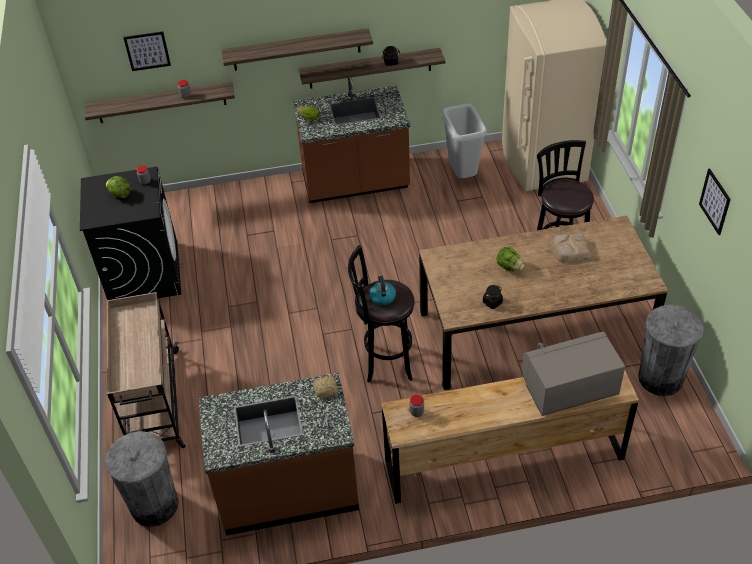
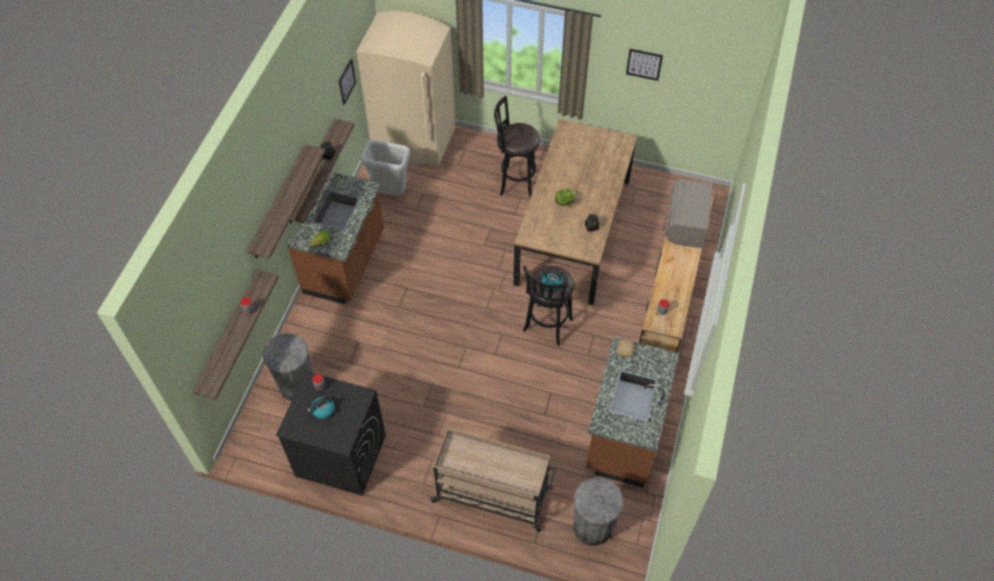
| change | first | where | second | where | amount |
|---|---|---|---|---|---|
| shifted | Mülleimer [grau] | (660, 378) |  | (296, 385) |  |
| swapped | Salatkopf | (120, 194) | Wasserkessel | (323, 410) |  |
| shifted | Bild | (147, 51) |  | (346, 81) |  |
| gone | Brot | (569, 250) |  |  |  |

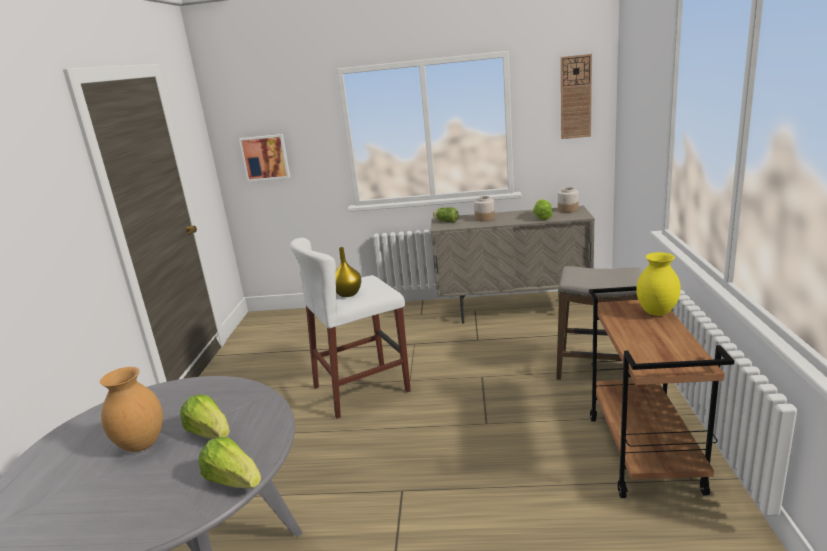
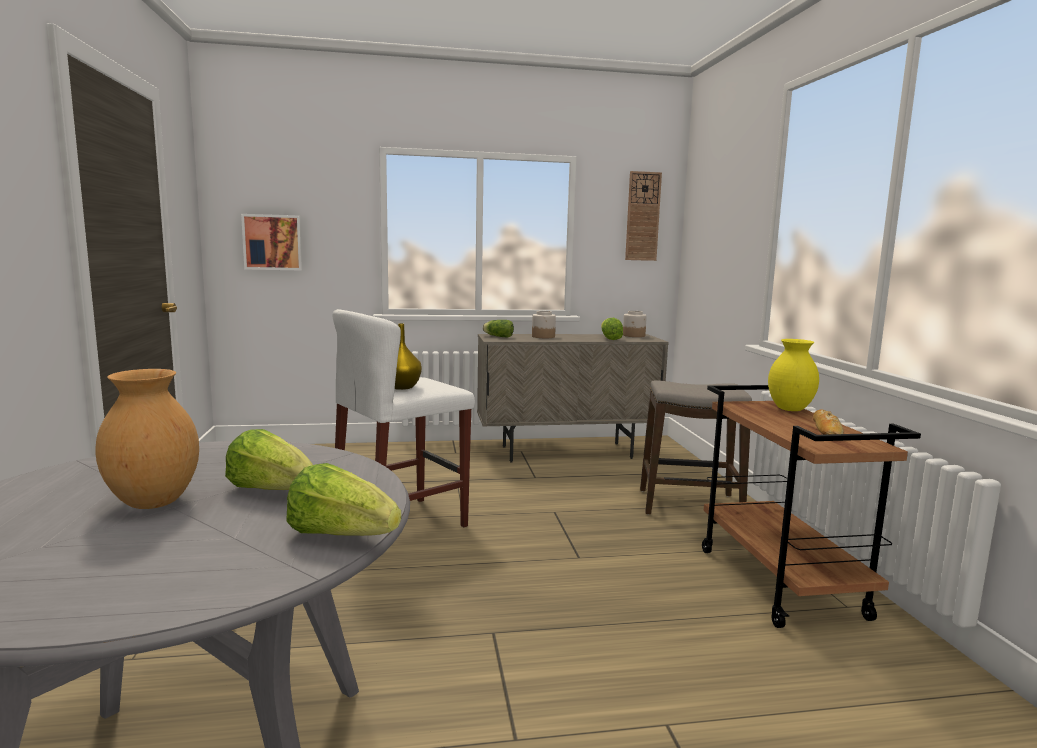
| change | first | where | second | where | amount |
|---|---|---|---|---|---|
| new |  |  | Brot | (826, 429) |  |

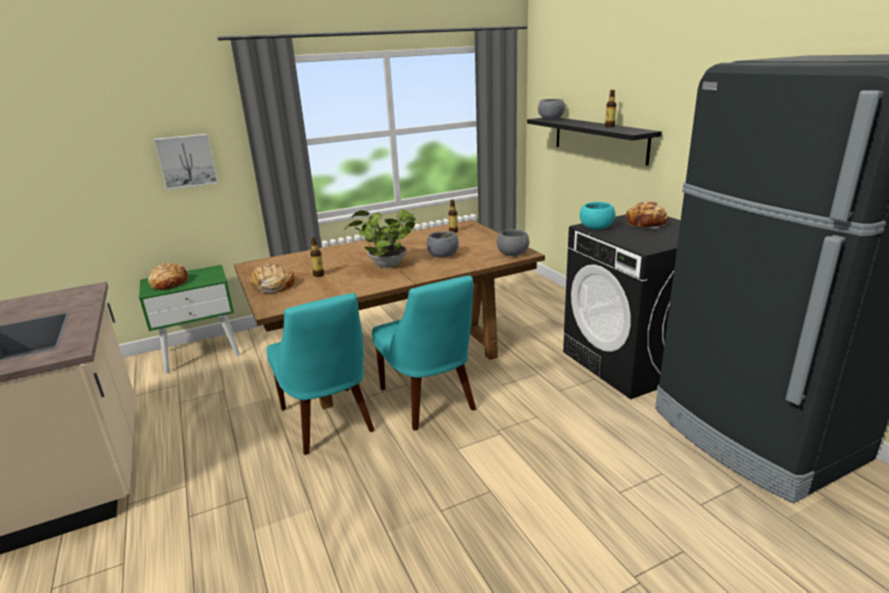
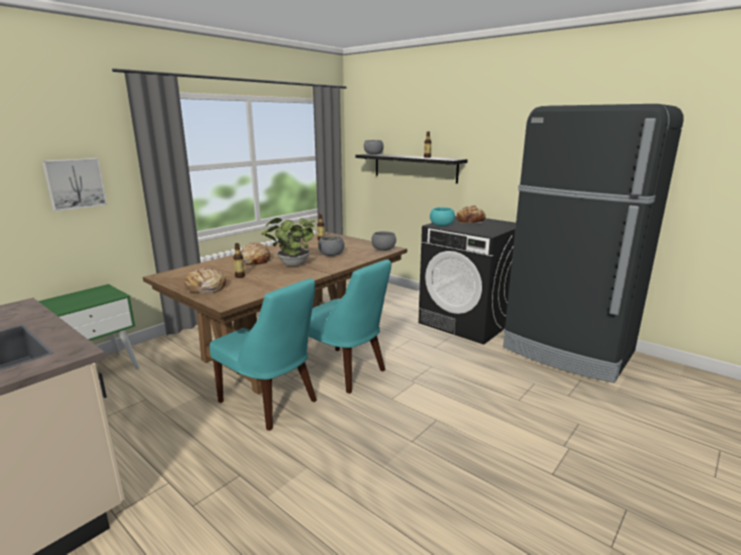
| change | first | where | second | where | amount |
|---|---|---|---|---|---|
| shifted | Brot | (169, 283) |  | (255, 260) |  |

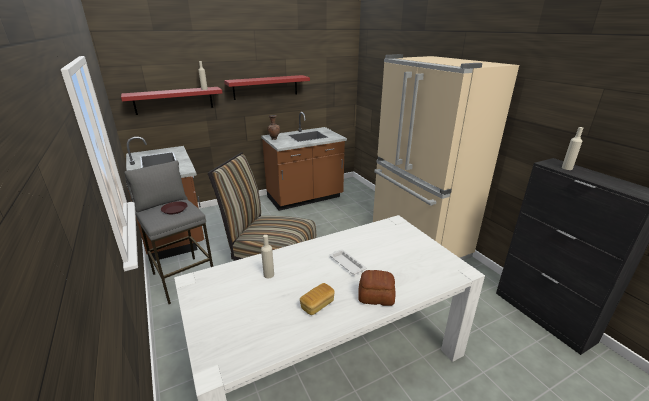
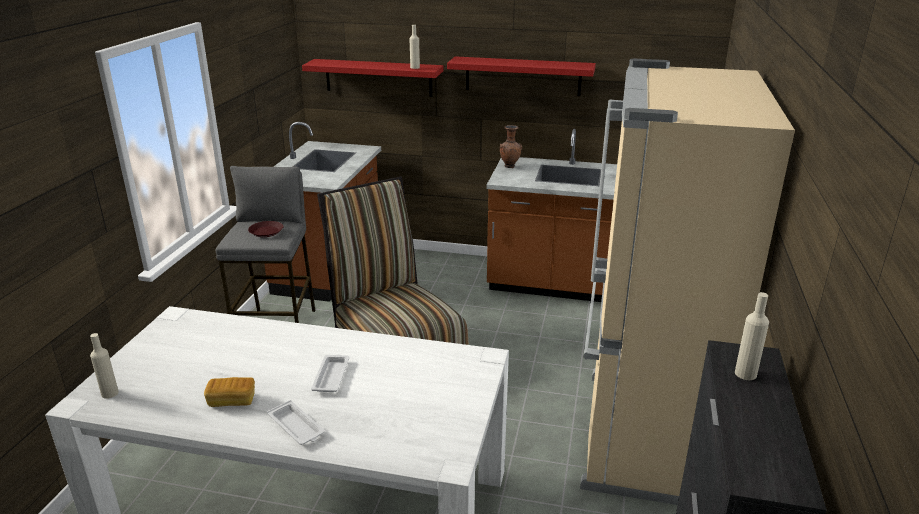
| change | first | where | second | where | amount |
|---|---|---|---|---|---|
| shifted | Flasche [beige] | (269, 275) |  | (110, 393) |  |
| swapped | Brot | (375, 296) | Tablett [weiß] | (296, 427) |  |

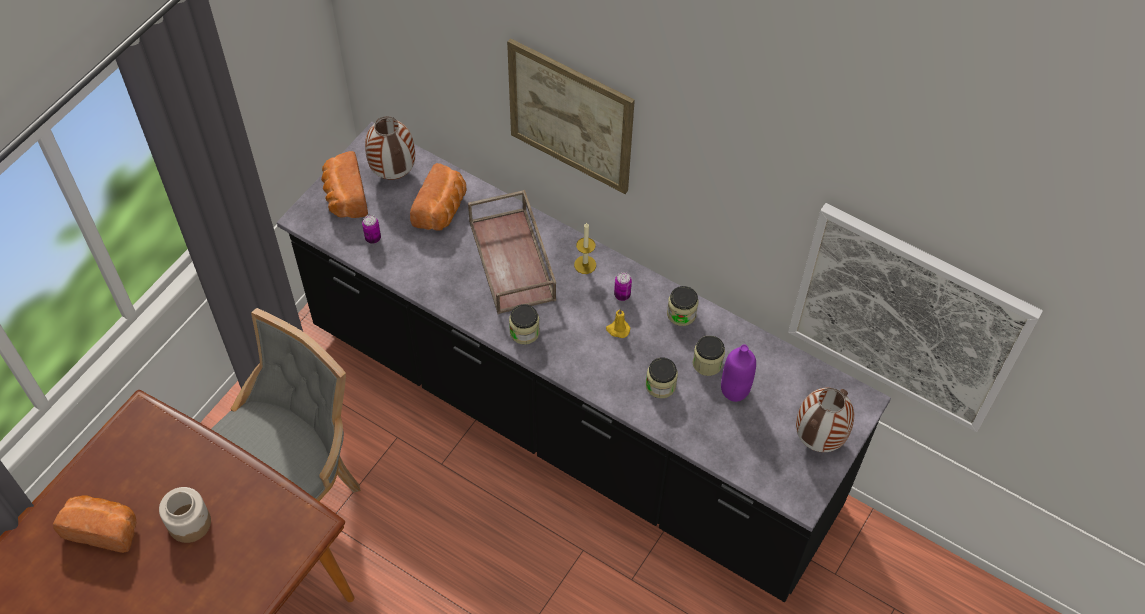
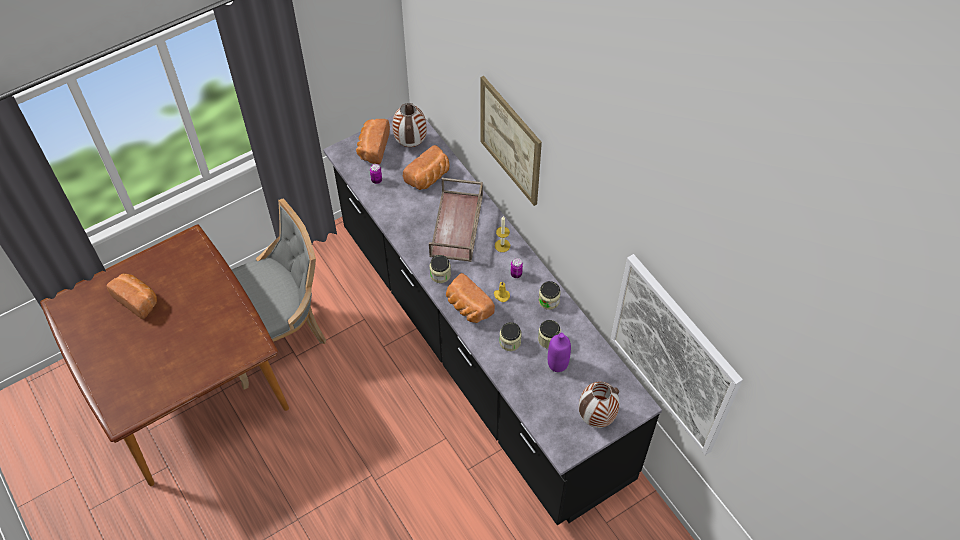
| change | first | where | second | where | amount |
|---|---|---|---|---|---|
| new |  |  | Brot | (467, 307) |  |
| gone | Vorratsglas | (189, 522) |  |  |  |

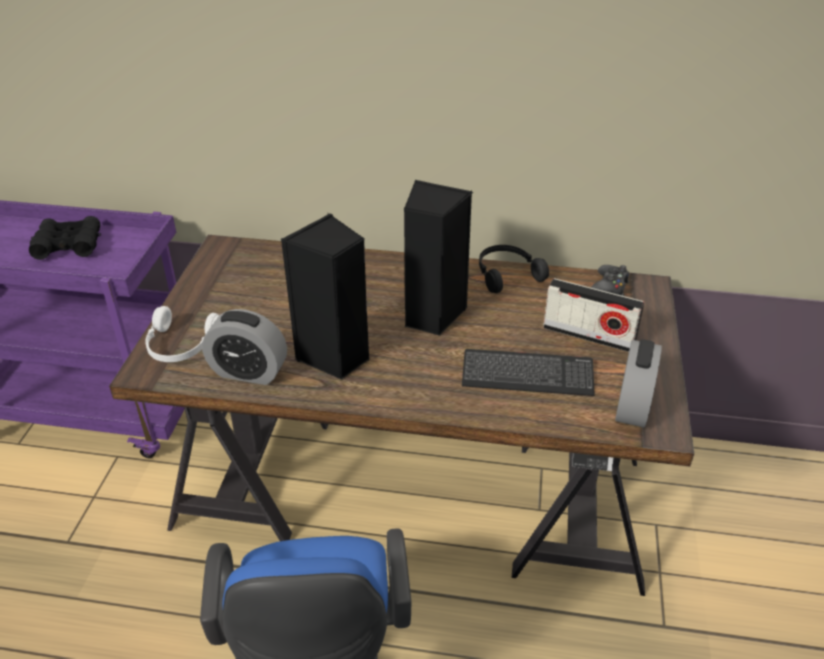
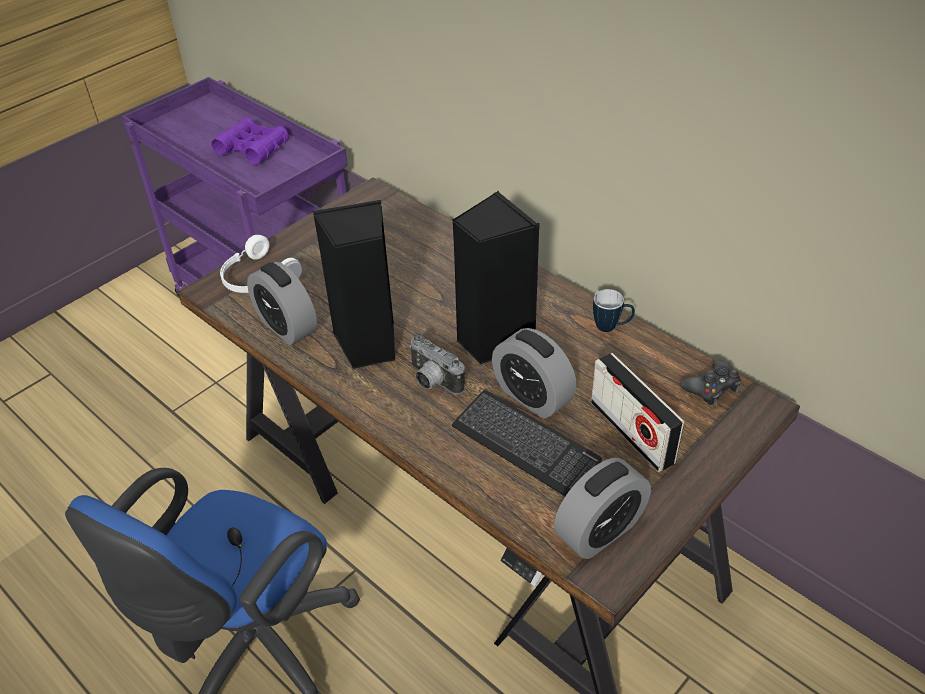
| change | first | where | second | where | amount |
|---|---|---|---|---|---|
| repainted | Fernglas [schwarz] | (68, 245) | Fernglas [lila] | (252, 148) |  |
| new |  |  | Kamera | (432, 381) |  |
| new |  |  | Wecker | (532, 396) |  |
| swapped | Kopfhörer [schwarz] | (506, 274) | Henkelbecher | (611, 327) |  |

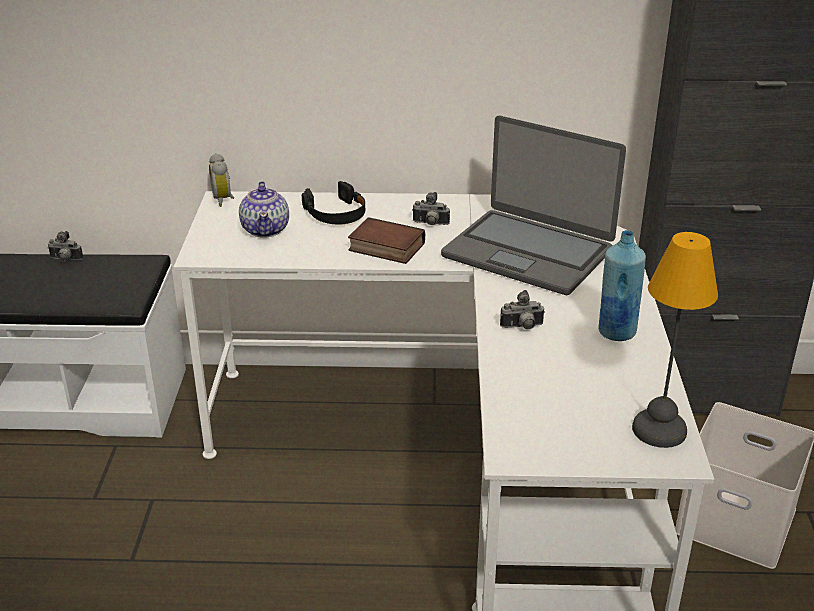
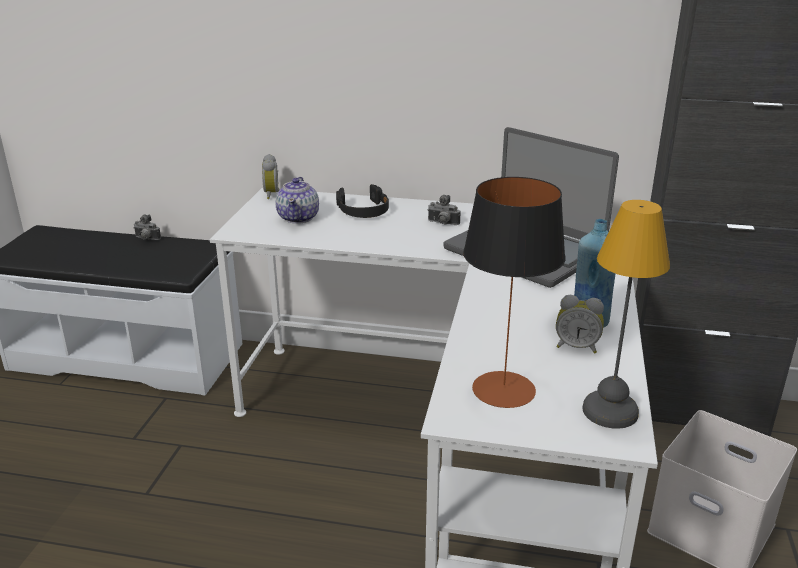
| change | first | where | second | where | amount |
|---|---|---|---|---|---|
| new |  |  | Tischlampe | (503, 389) |  |
| new |  |  | Wecker | (576, 347) |  |
| gone | Buch | (384, 248) |  |  |  |
| gone | Kamera | (522, 327) |  |  |  |

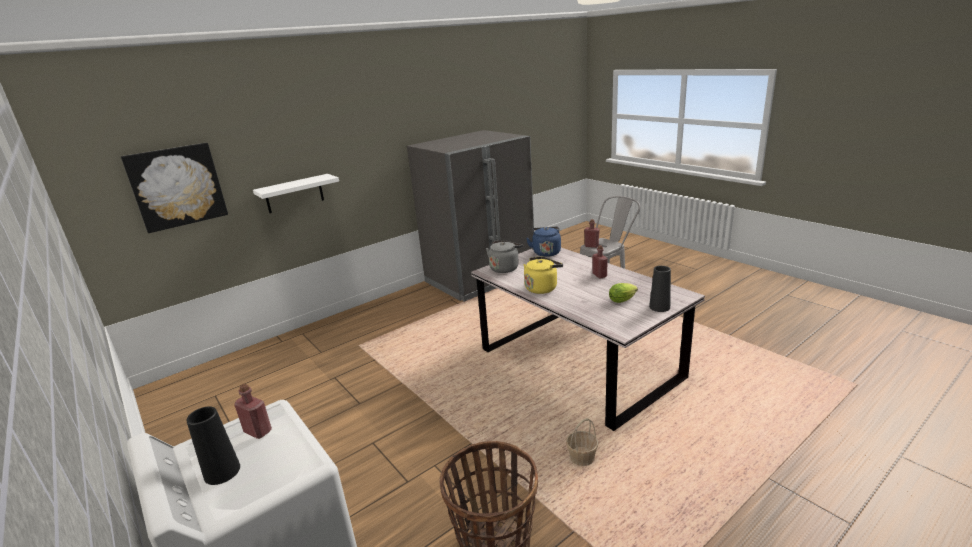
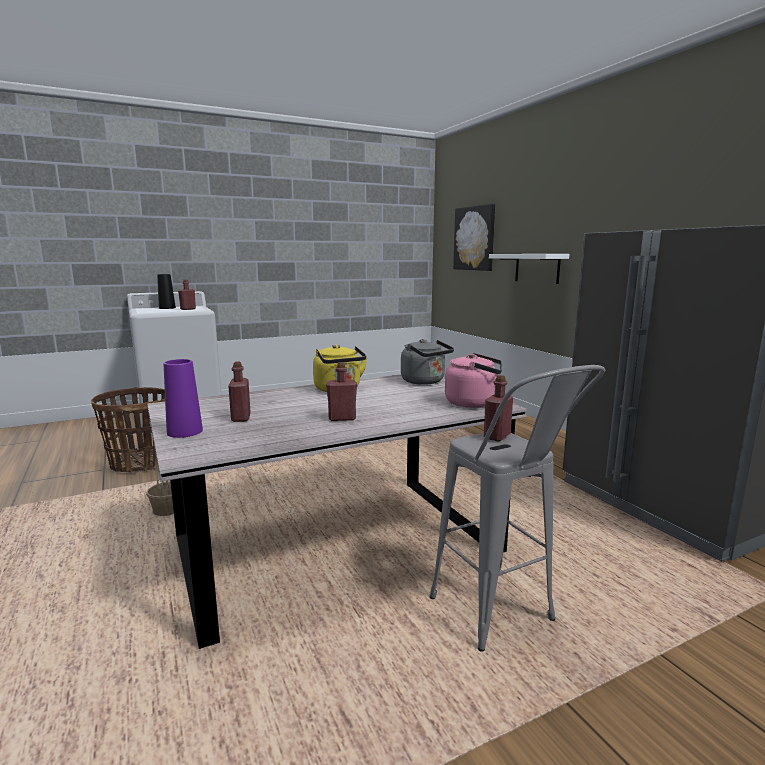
| change | first | where | second | where | amount |
|---|---|---|---|---|---|
| repainted | Vase [schwarz] | (659, 307) | Vase [lila] | (185, 431) |  |
| swapped | Salatkopf | (623, 300) | Flasche [rot] | (241, 418) |  |
| repainted | Wasserkessel [blau] | (546, 252) | Wasserkessel [rosa] | (474, 403) |  |

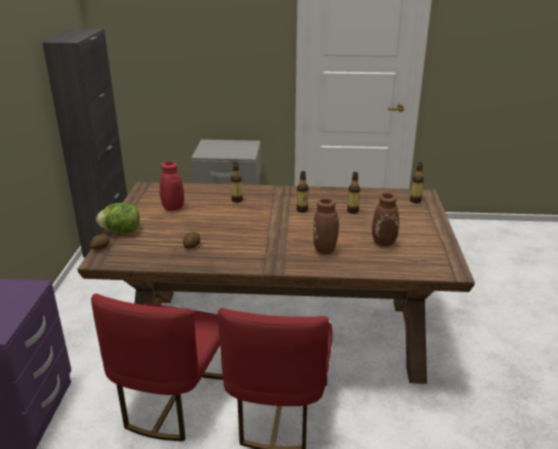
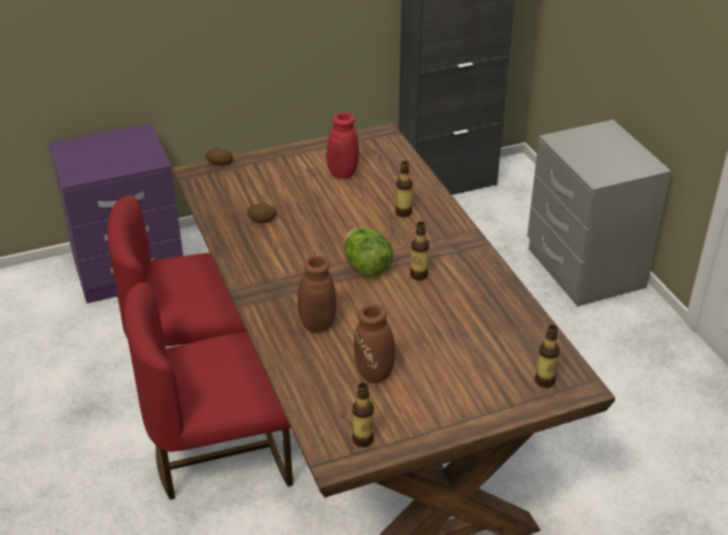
| change | first | where | second | where | amount |
|---|---|---|---|---|---|
| shifted | Salatkopf | (121, 231) |  | (366, 267) |  |
| shifted | Flasche | (352, 211) |  | (363, 440) |  |

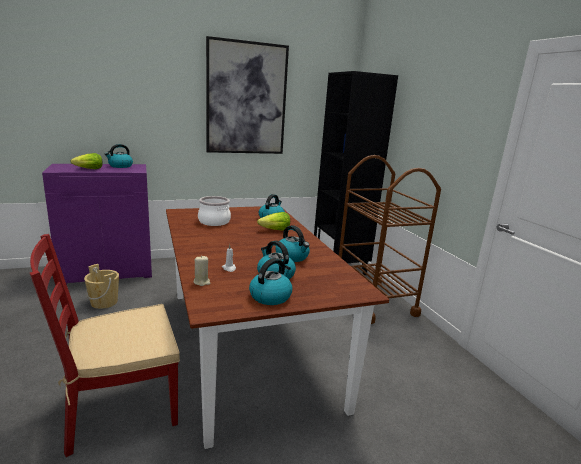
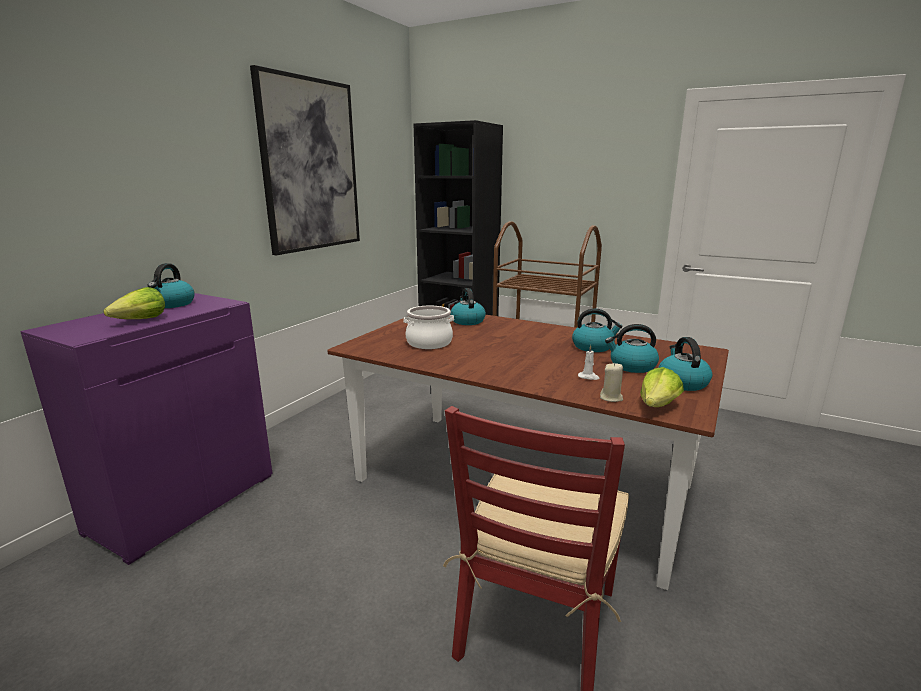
| change | first | where | second | where | amount |
|---|---|---|---|---|---|
| shifted | Salatkopf | (275, 230) |  | (658, 406) |  |
| gone | Eimer [beige] | (104, 302) |  |  |  |

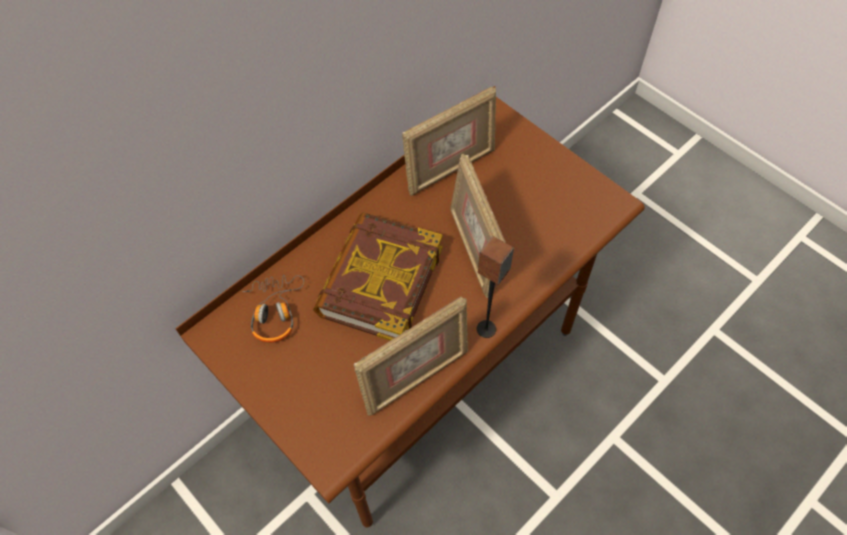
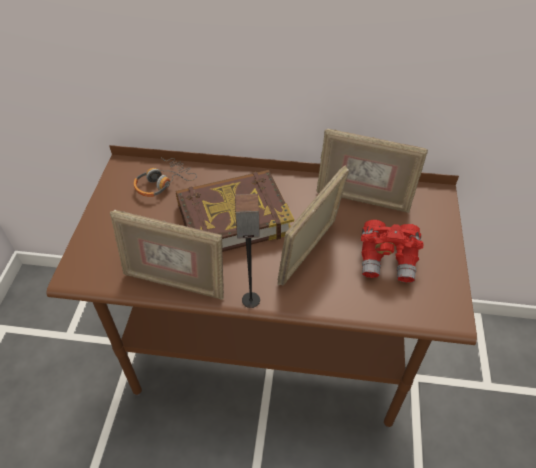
| change | first | where | second | where | amount |
|---|---|---|---|---|---|
| new |  |  | Fernglas [rot] | (388, 260) |  |

